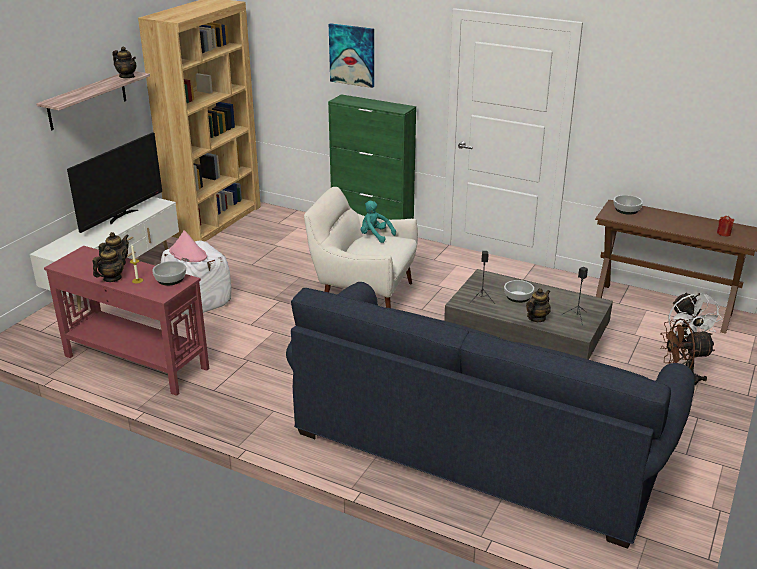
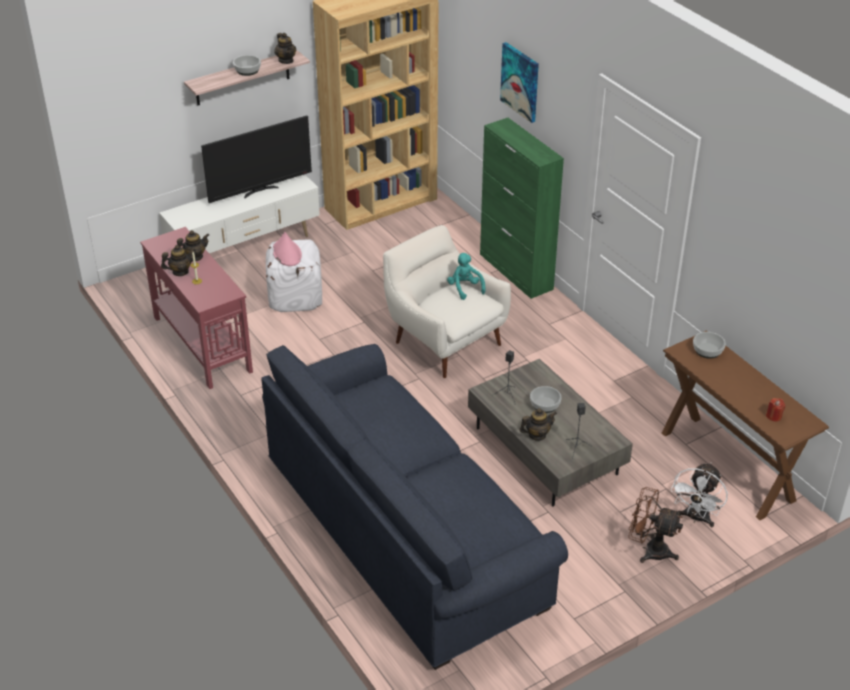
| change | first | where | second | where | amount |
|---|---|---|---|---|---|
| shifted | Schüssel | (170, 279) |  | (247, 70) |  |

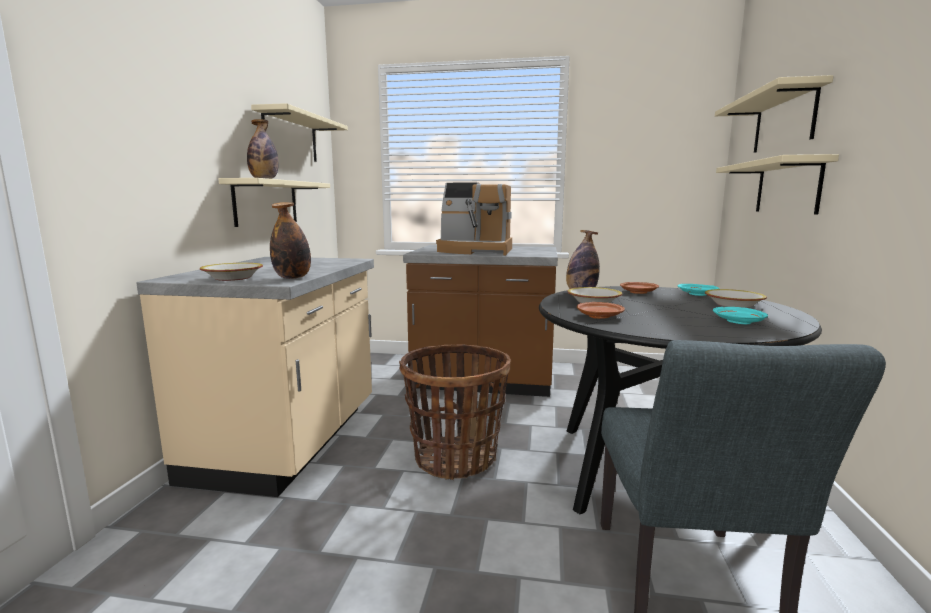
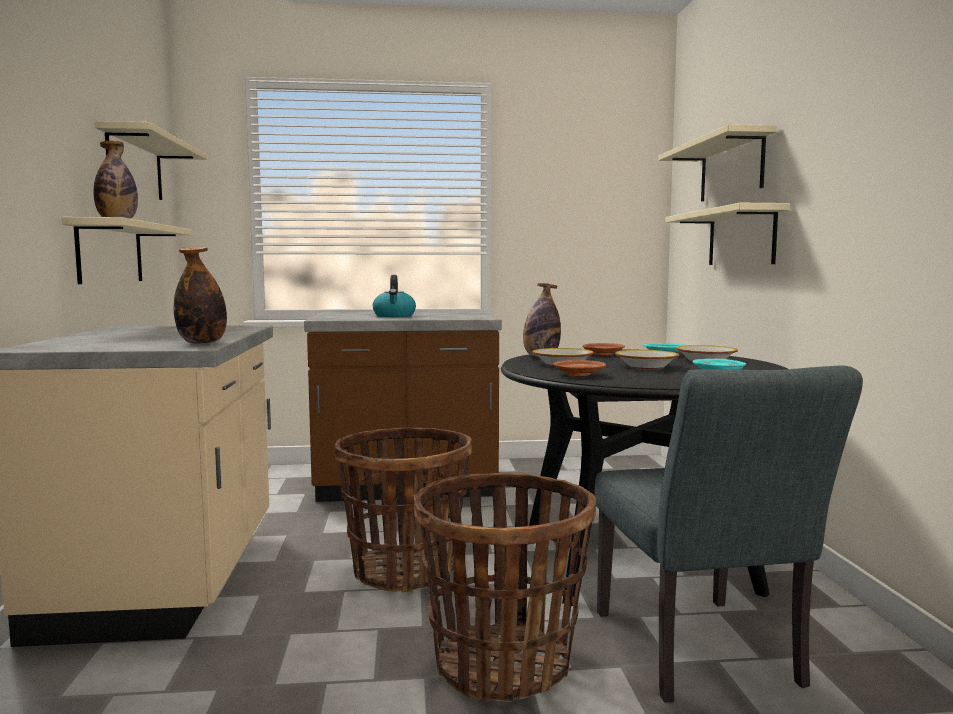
| change | first | where | second | where | amount |
|---|---|---|---|---|---|
| swapped | Kaffeemaschine | (476, 251) | Wasserkessel | (394, 316) |  |
| new |  |  | Korb | (503, 665) |  |
| shifted | Schüssel | (233, 278) |  | (646, 366) |  |

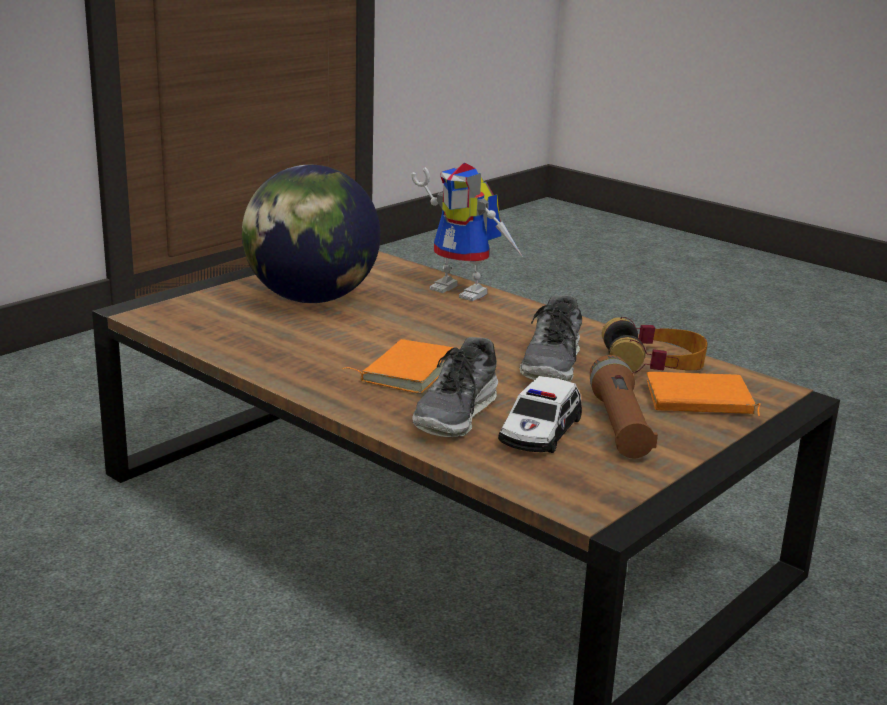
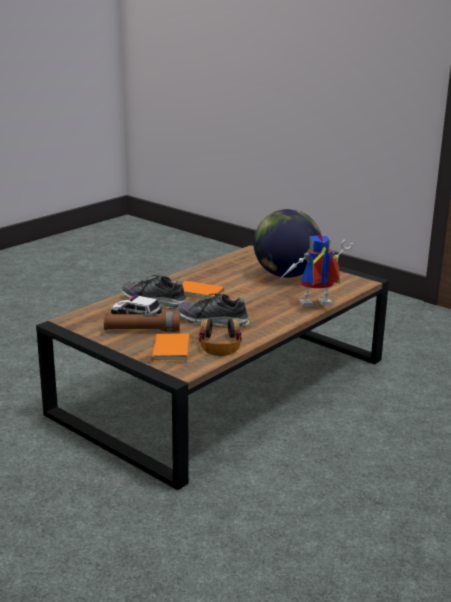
| change | first | where | second | where | amount |
|---|---|---|---|---|---|
| rotated | Spielzeugroboter | (467, 290) |  | (314, 306) | 45 degrees clockwise |

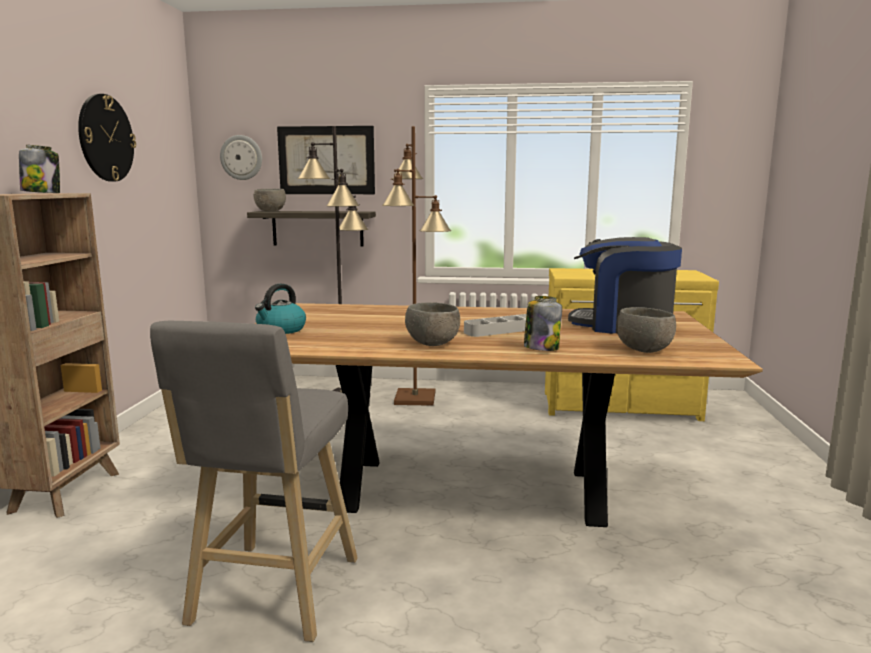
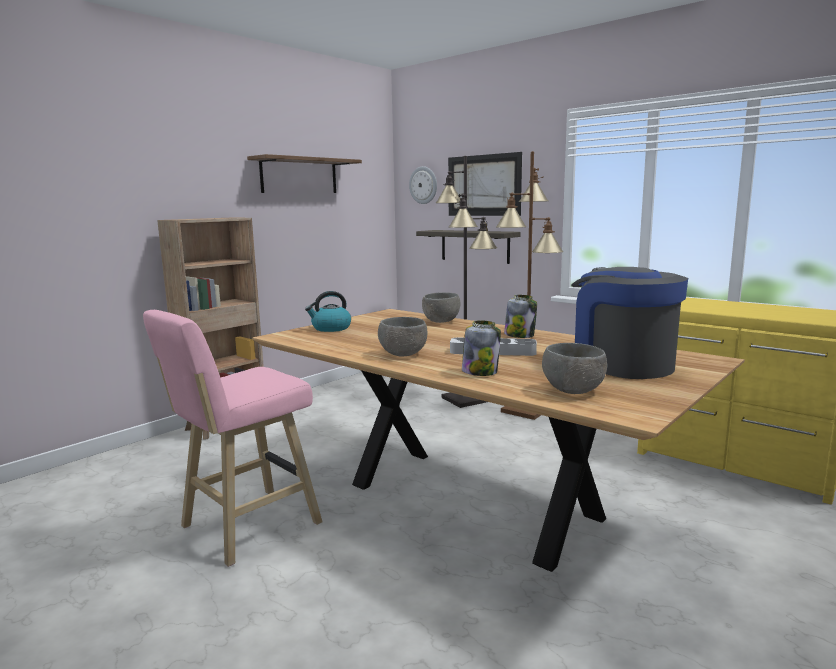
| change | first | where | second | where | amount |
|---|---|---|---|---|---|
| repainted | Hocker [grau] | (272, 595) | Hocker [rosa] | (245, 527) |  |
| swapped | Wanduhr | (106, 138) | Wandregal | (299, 176) |  |
| shifted | Schüssel [grau] | (270, 211) |  | (440, 321) |  |
| shifted | Vorratsglas | (42, 193) |  | (520, 335) |  |

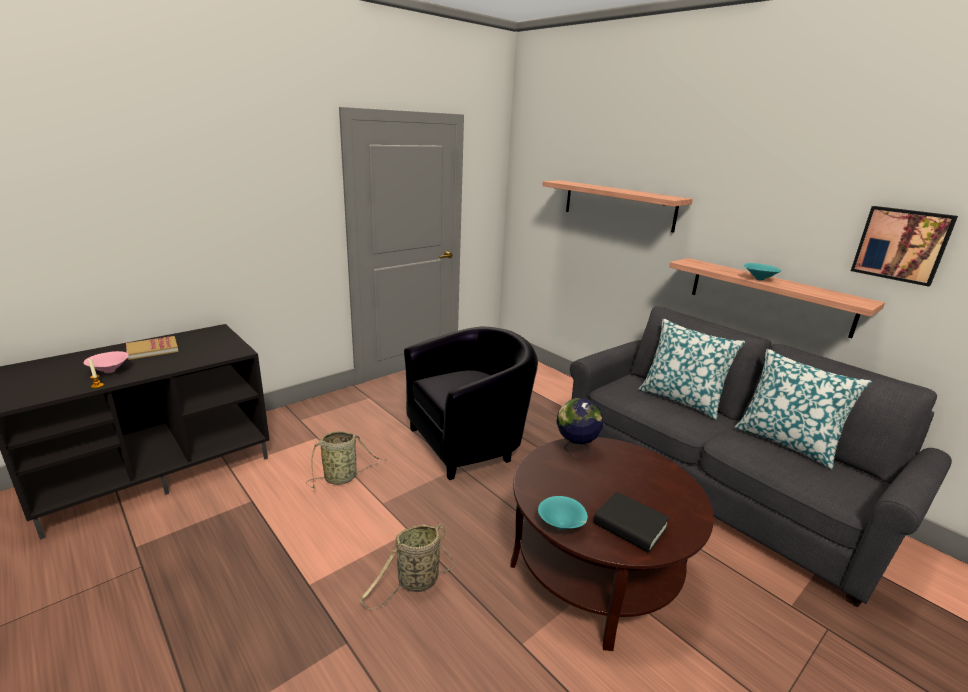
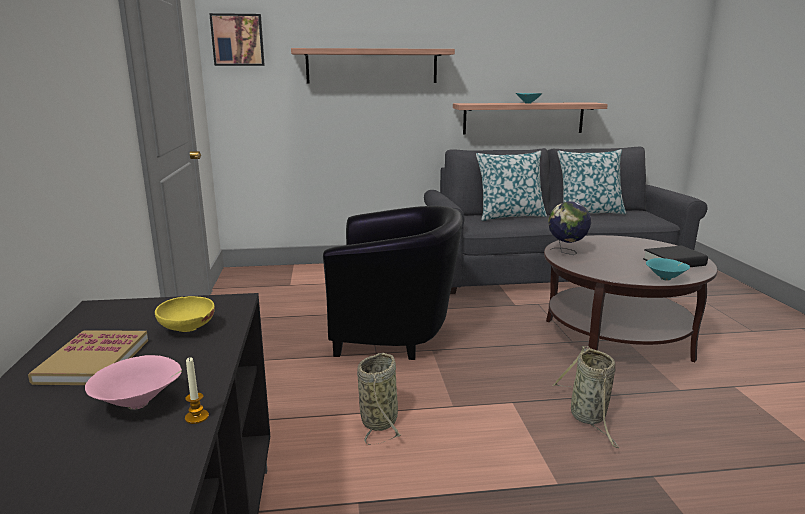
| change | first | where | second | where | amount |
|---|---|---|---|---|---|
| new |  |  | Schüssel [gelb] | (187, 330) |  |
| shifted | Bild | (901, 244) |  | (238, 40) |  |
| rotated | Sessel [schwarz] | (469, 442) |  | (395, 333) | 90 degrees clockwise |

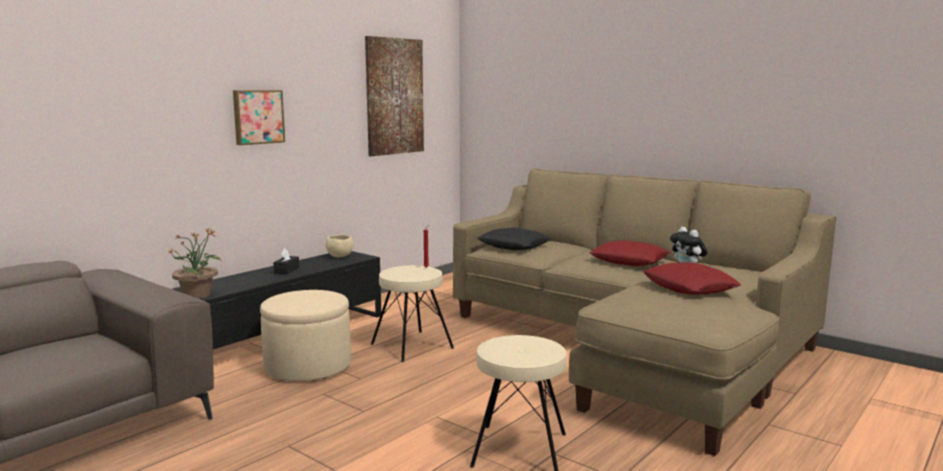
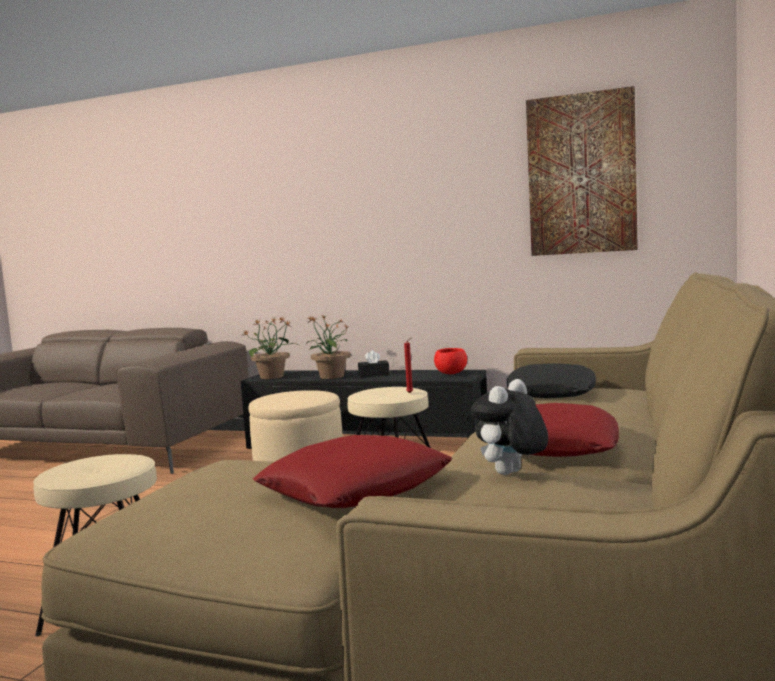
| change | first | where | second | where | amount |
|---|---|---|---|---|---|
| new |  |  | Topfpflanze | (331, 377) |  |
| repainted | Schüssel [beige] | (340, 256) | Schüssel [rot] | (450, 374) |  |
| gone | Bild | (257, 117) |  |  |  |

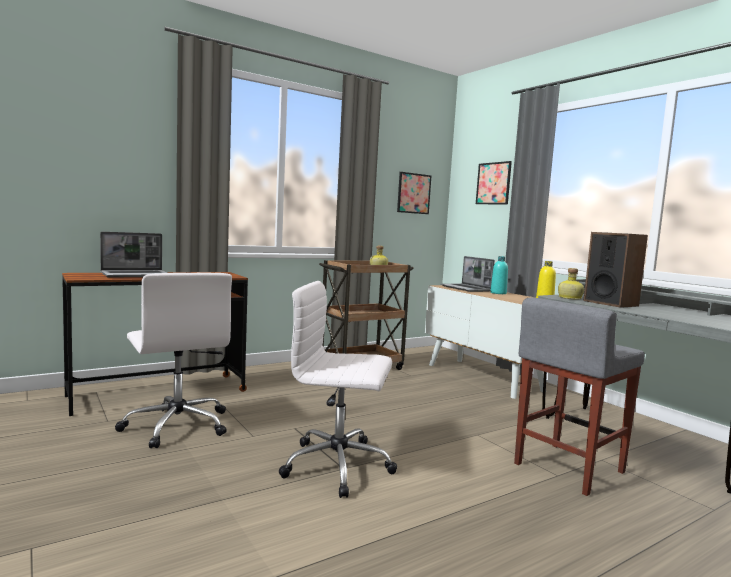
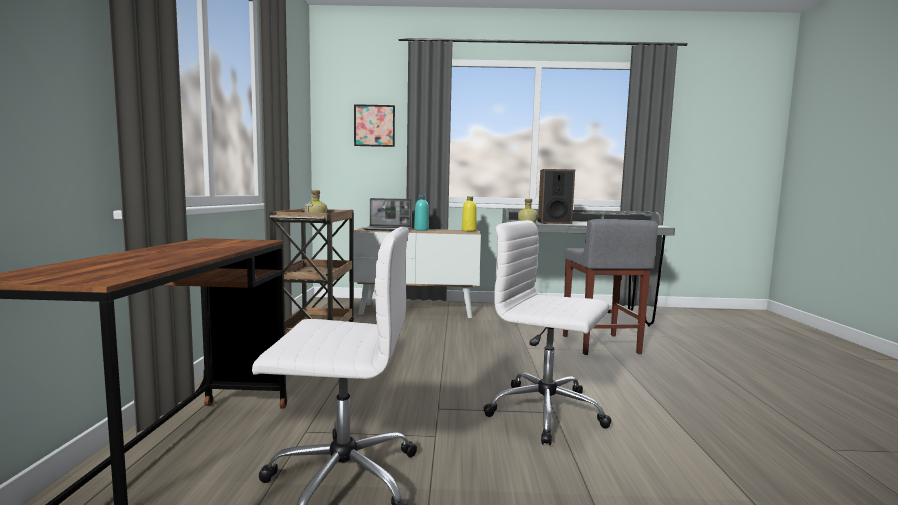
| change | first | where | second | where | amount |
|---|---|---|---|---|---|
| rotated | Bürostuhl [weiß] | (339, 466) |  | (548, 412) | 75 degrees clockwise |
| gone | Laptop | (136, 275) |  |  |  |
| gone | Bild | (413, 193) |  |  |  |

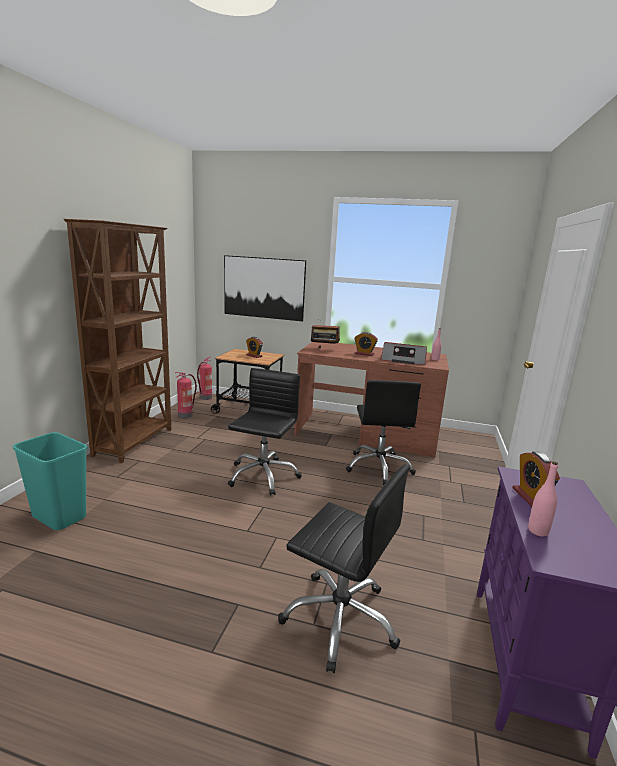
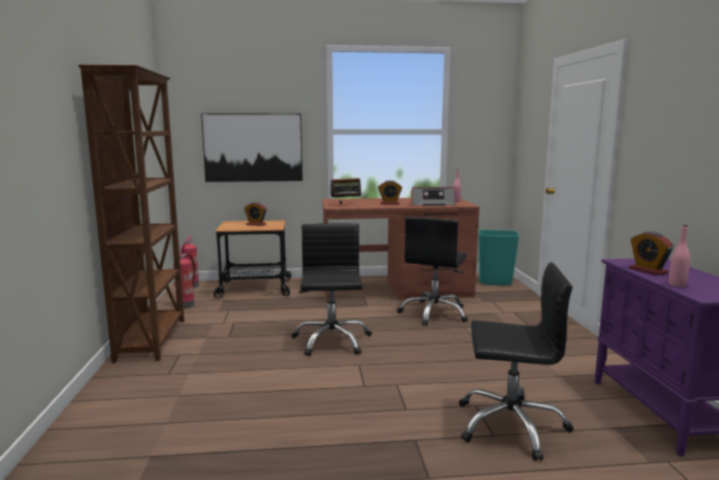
| change | first | where | second | where | amount |
|---|---|---|---|---|---|
| rotated | Bürostuhl [schwarz] | (379, 467) |  | (434, 313) | 45 degrees clockwise |
| shifted | Mülleimer [türkis] | (58, 517) |  | (495, 283) |  |

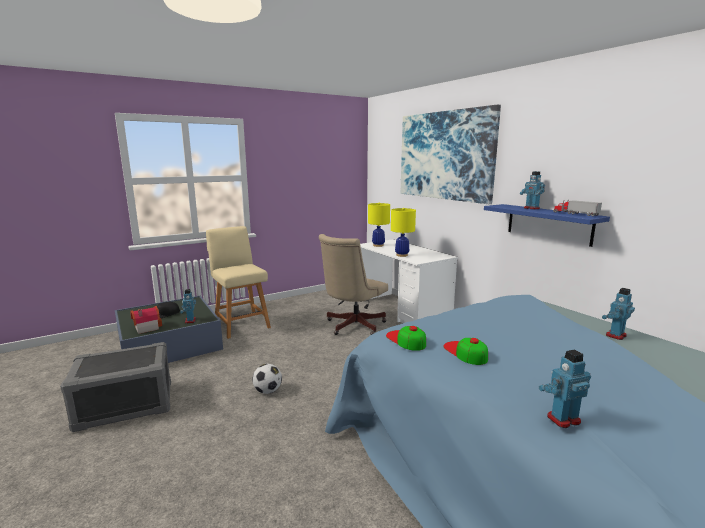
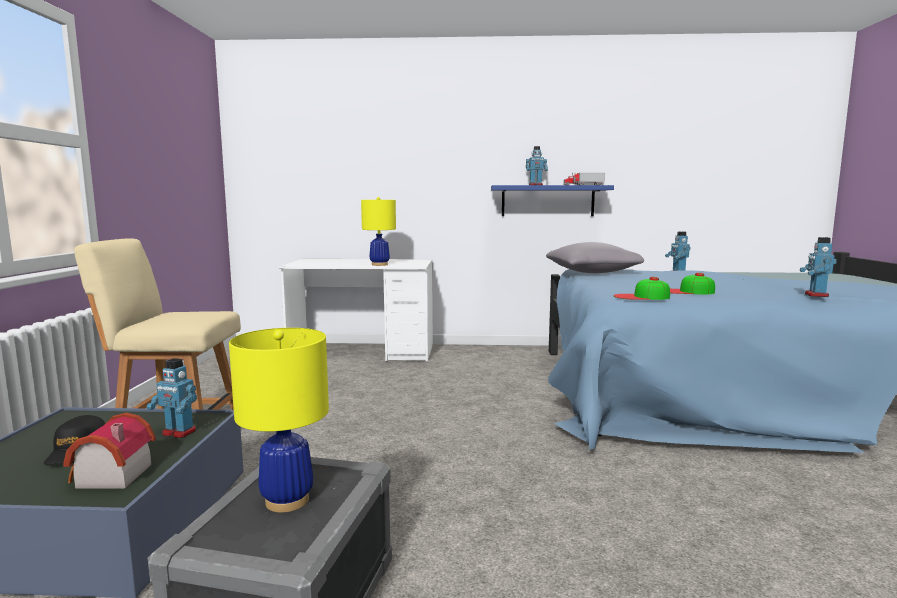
| change | first | where | second | where | amount |
|---|---|---|---|---|---|
| shifted | Tischlampe [gelb] | (378, 245) |  | (287, 500) |  |
| new |  |  | Kissen [grau] | (592, 272) |  |
| gone | Fußball | (268, 391) |  |  |  |
| gone | Bürostuhl [beige] | (352, 326) |  |  |  |
| gone | Bild | (444, 155) |  |  |  |

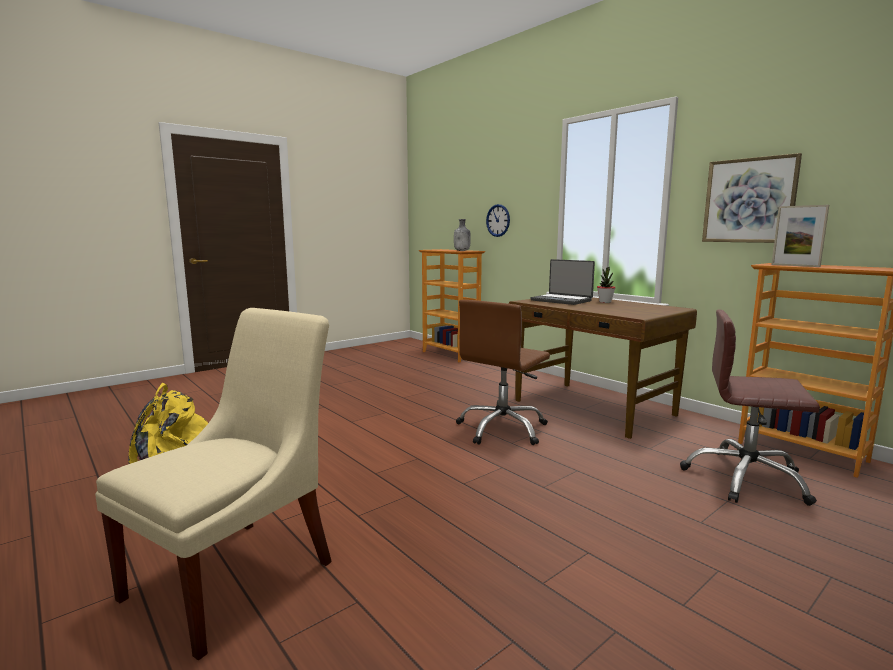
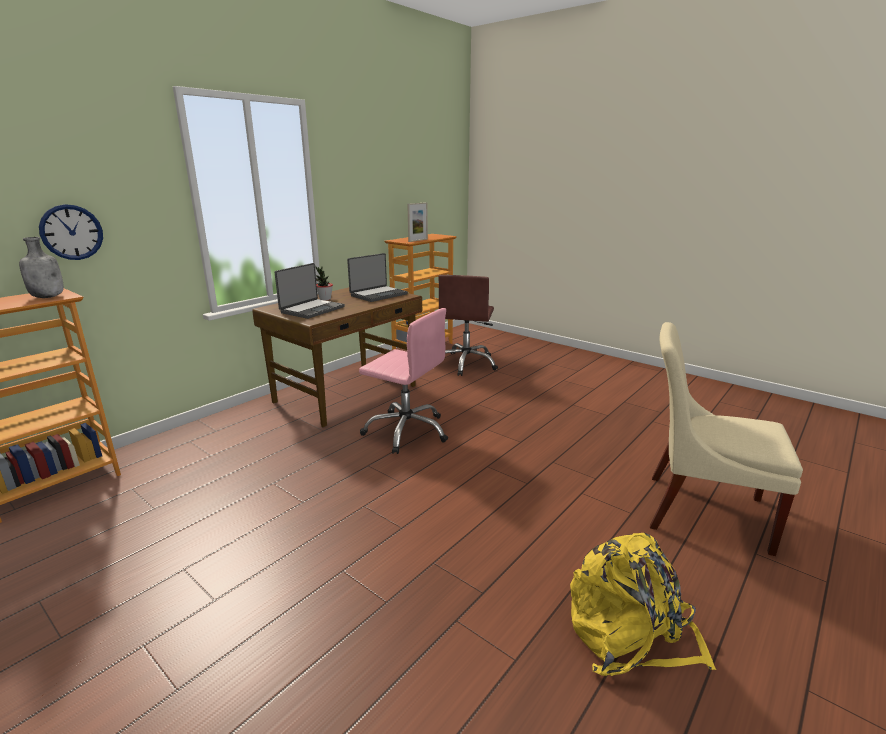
| change | first | where | second | where | amount |
|---|---|---|---|---|---|
| new |  |  | Laptop | (378, 295) |  |
| repainted | Bürostuhl [braun] | (502, 429) | Bürostuhl [rosa] | (407, 431) |  |
| gone | Bild | (749, 200) |  |  |  |

